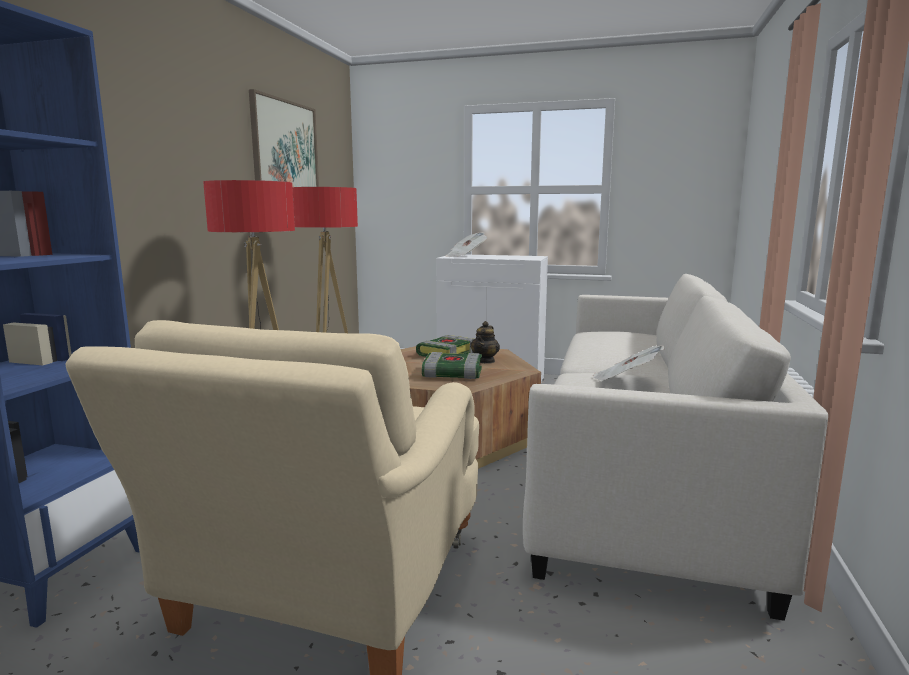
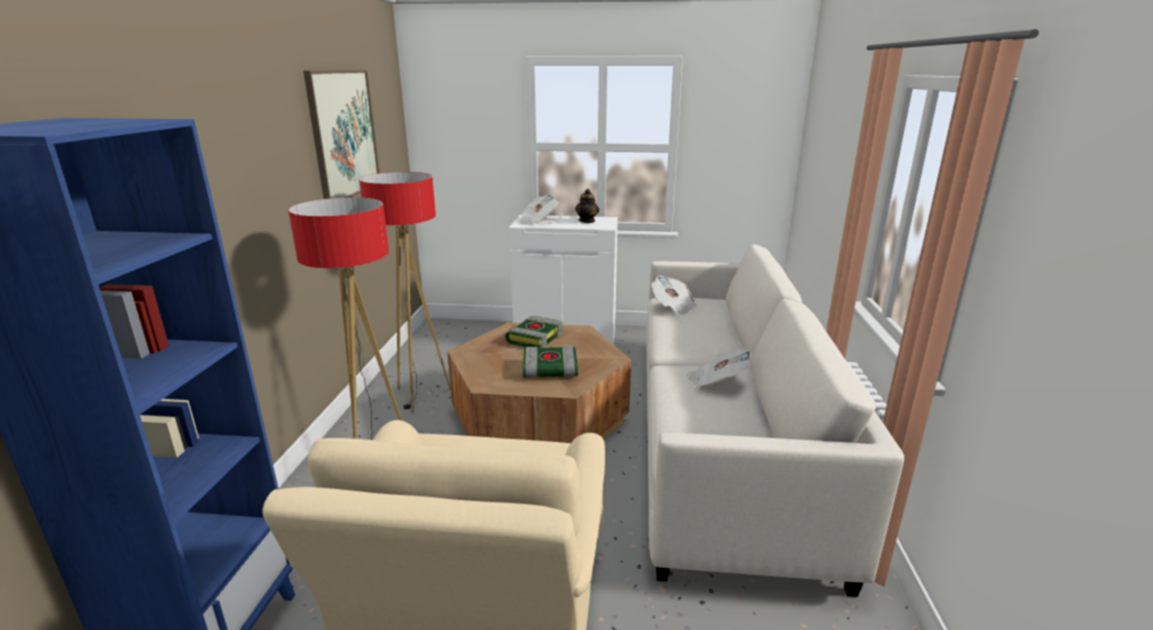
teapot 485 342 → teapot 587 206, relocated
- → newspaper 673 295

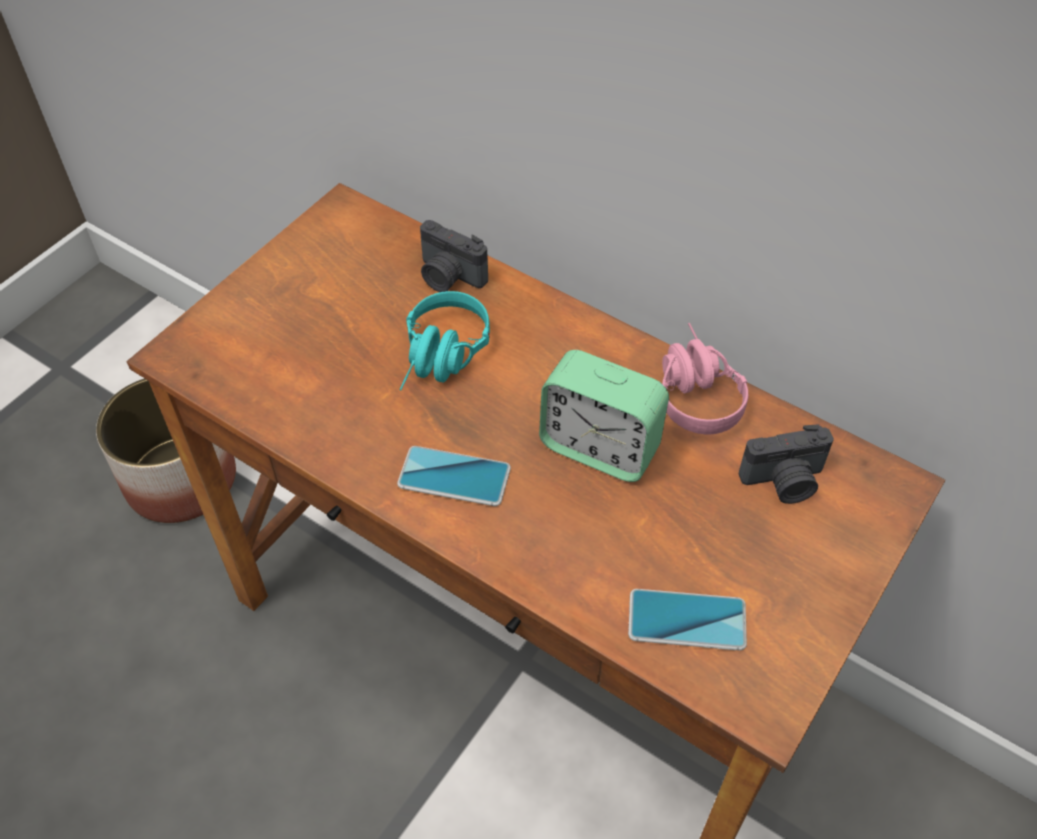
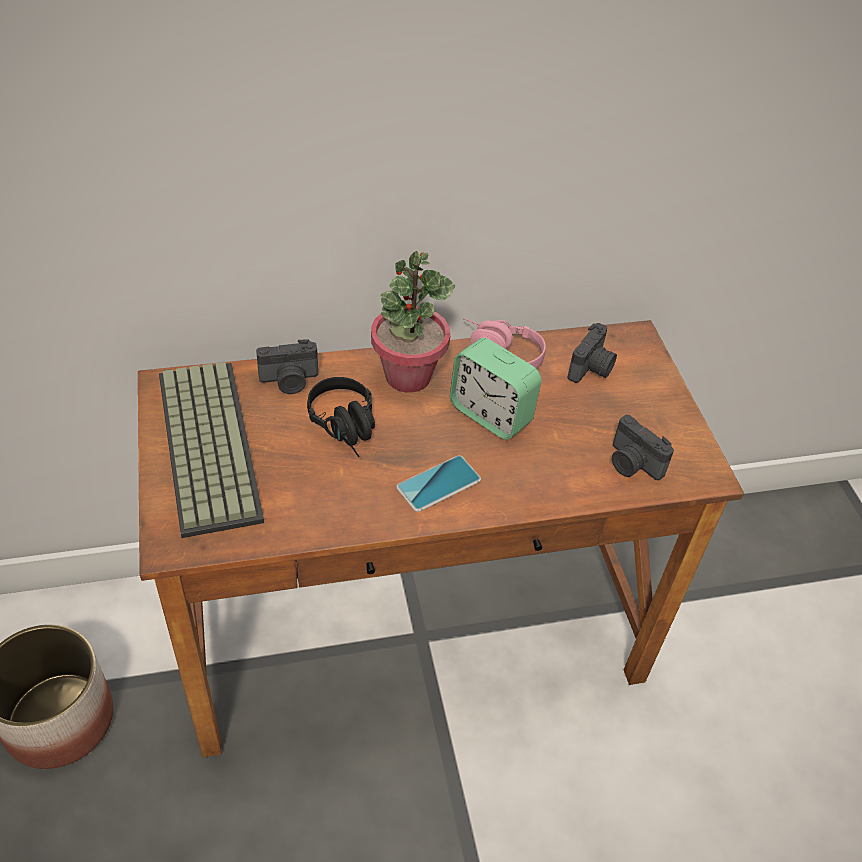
turquoise_headphones 444 341 → black_headphones 341 417
alarm_clock 604 416 → alarm_clock 496 389, 60 degrees clockwise
phone 687 619 → photo_camera 643 447
- → keyboard 211 450
- → potted_plant 413 321

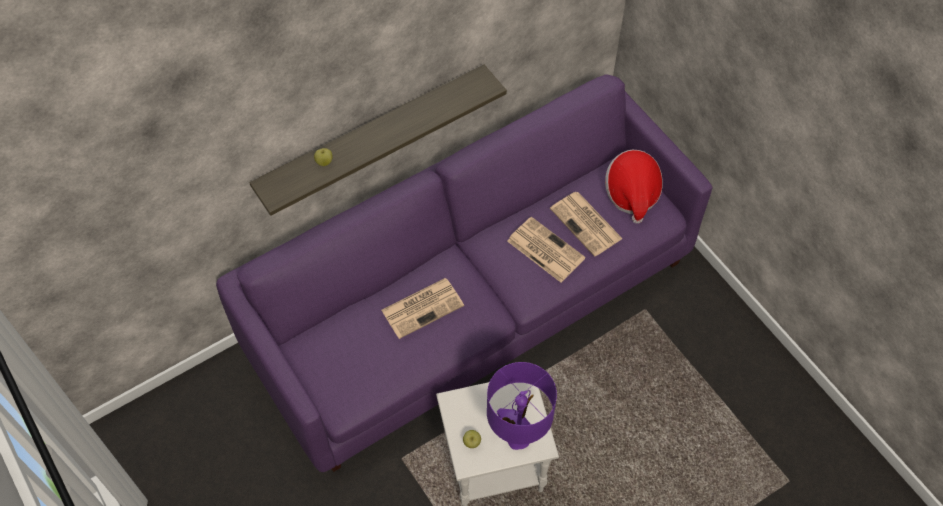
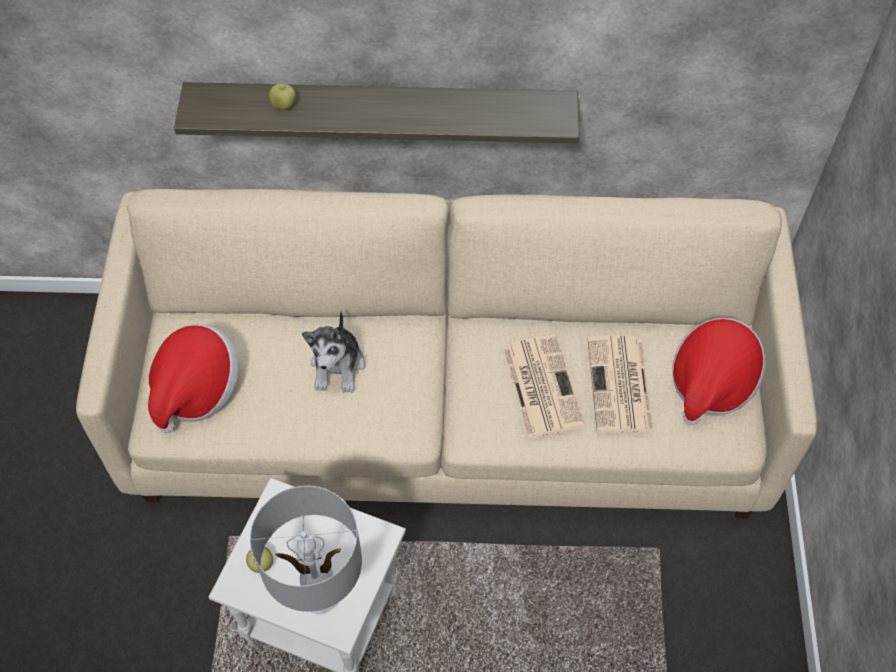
purple_sofa 464 273 → beige_sofa 446 353
newspaper 422 308 → plush_toy 333 352
purple_table_lamp 522 406 → grey_table_lamp 306 550
- → hat 193 378

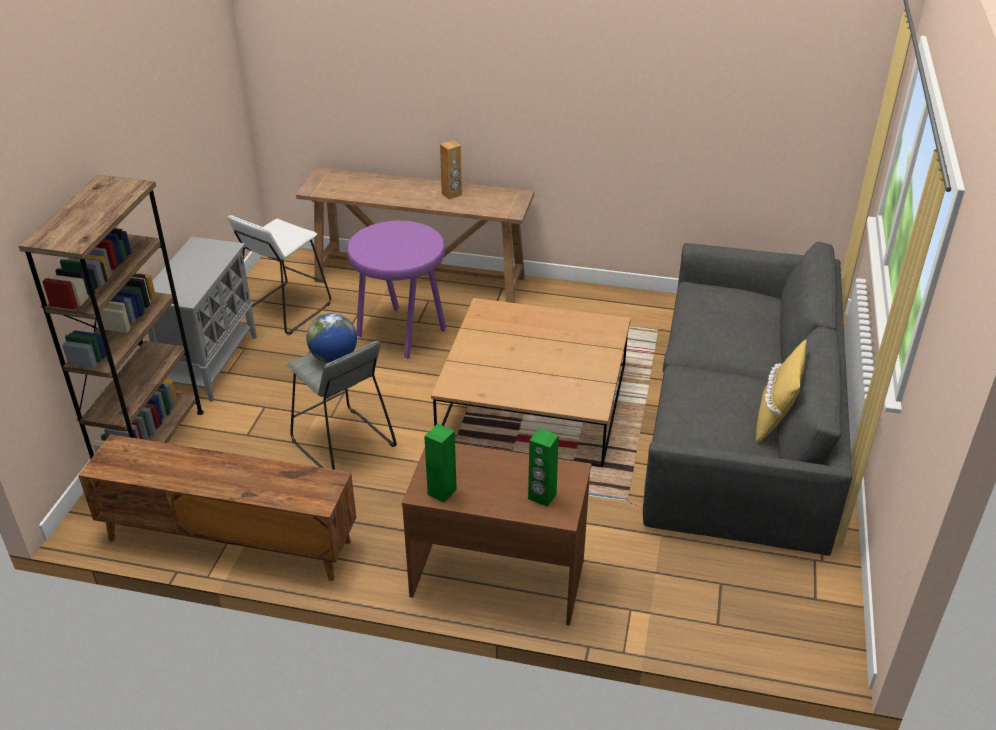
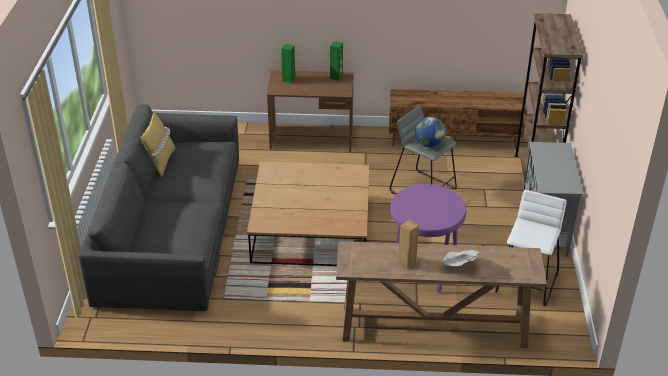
- → newspaper 459 258

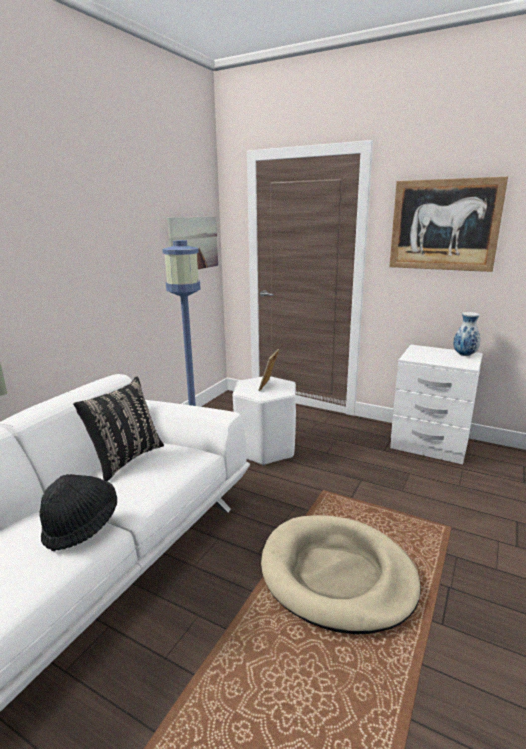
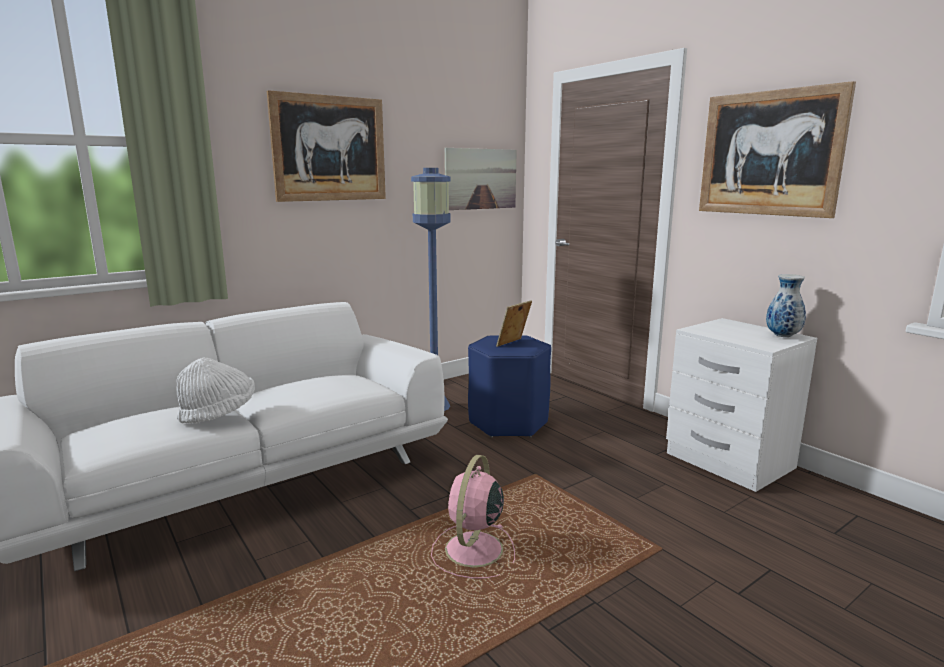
black_hat 78 512 → white_hat 215 390
black_pillow 118 429 → -
white_stool 264 421 → blue_stool 509 386
beige_dog_bed 341 575 → pink_fan 473 516
- → picture 326 146

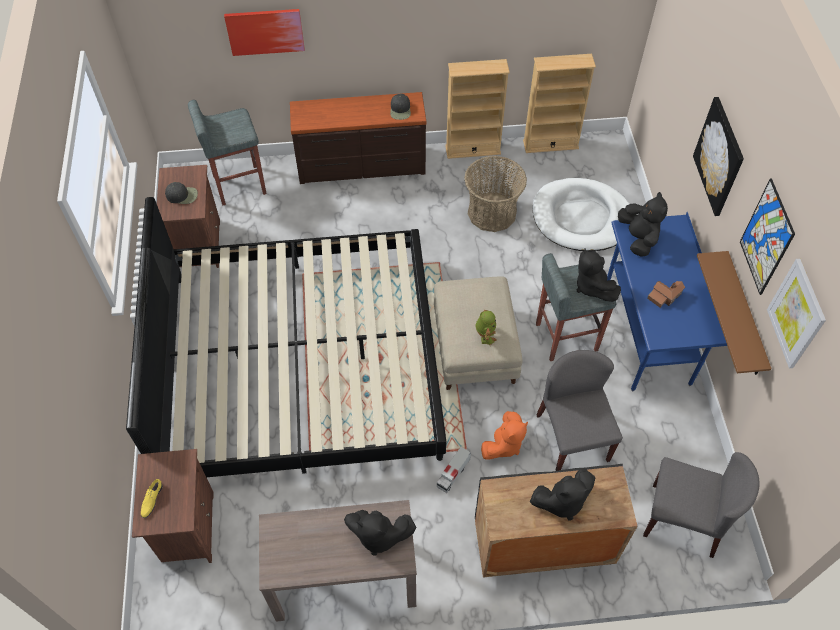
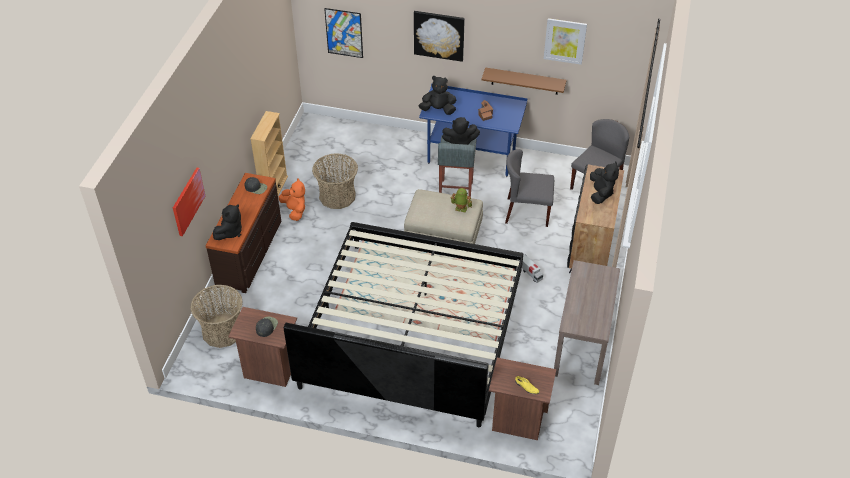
grey_stool 227 153 → basket 216 316
black_plush_toy 380 533 → black_plush_toy 227 222, relocated
orange_plush_toy 504 435 → orange_plush_toy 292 200, relocated
beige_bookcase 559 103 → -
white_dog_bed 581 214 → -
picture 767 236 → picture 343 33, relocated

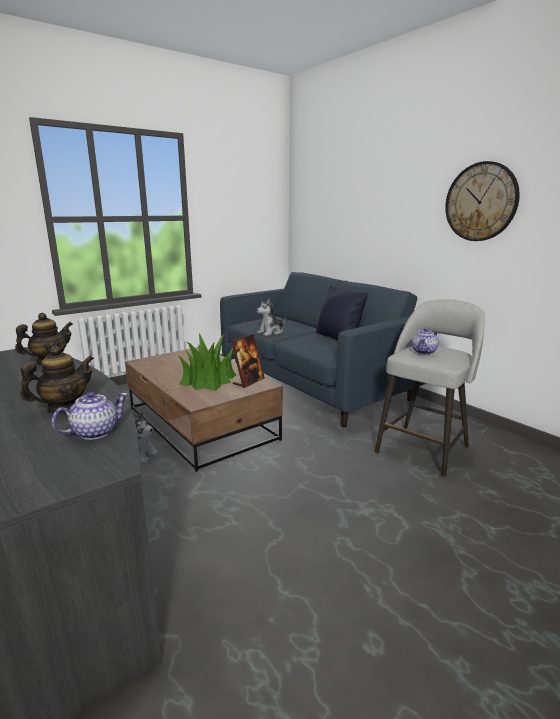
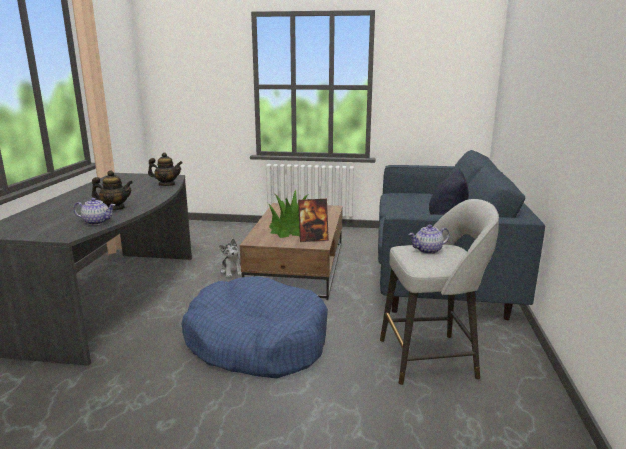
plush_toy 271 317 → -
wall_clock 482 201 → -
- → blue_dog_bed 255 327

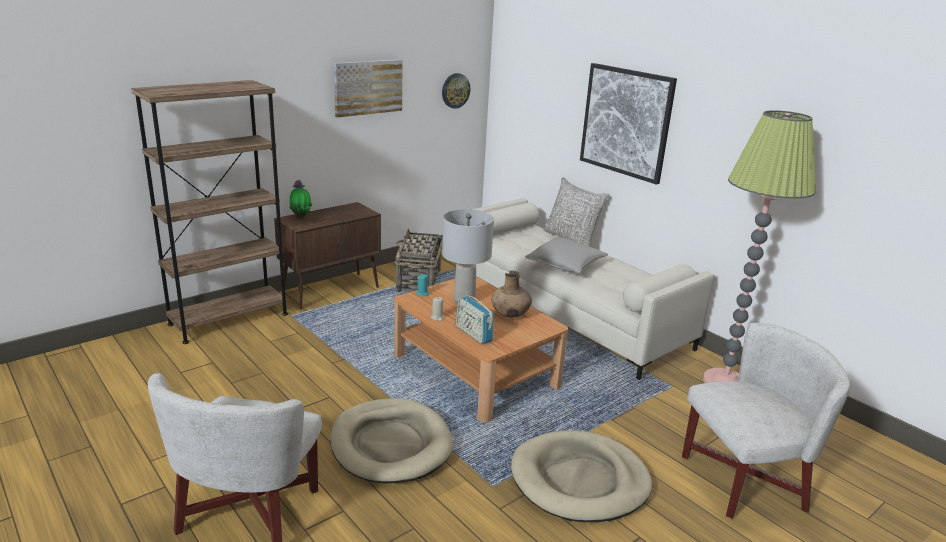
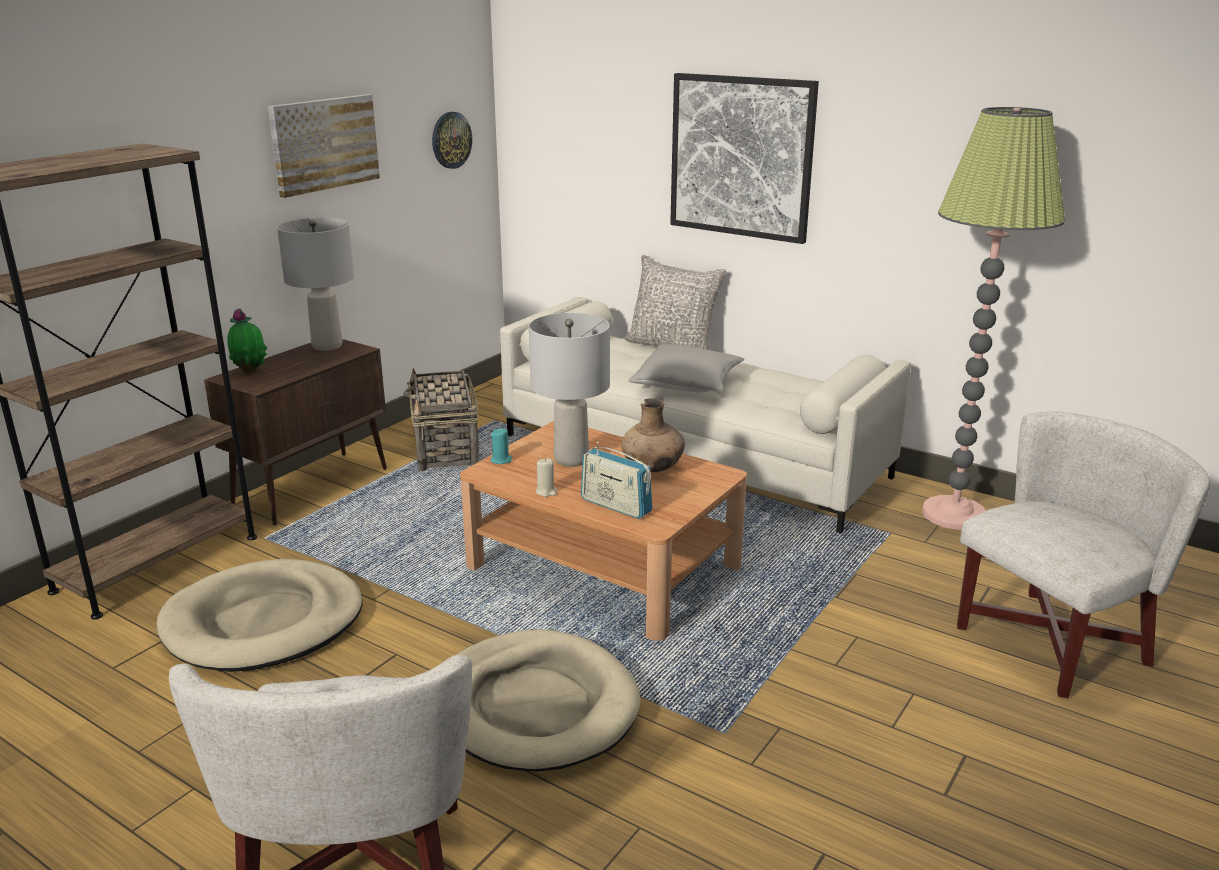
beige_dog_bed 581 476 → beige_dog_bed 259 615, relocated
- → grey_table_lamp 315 284

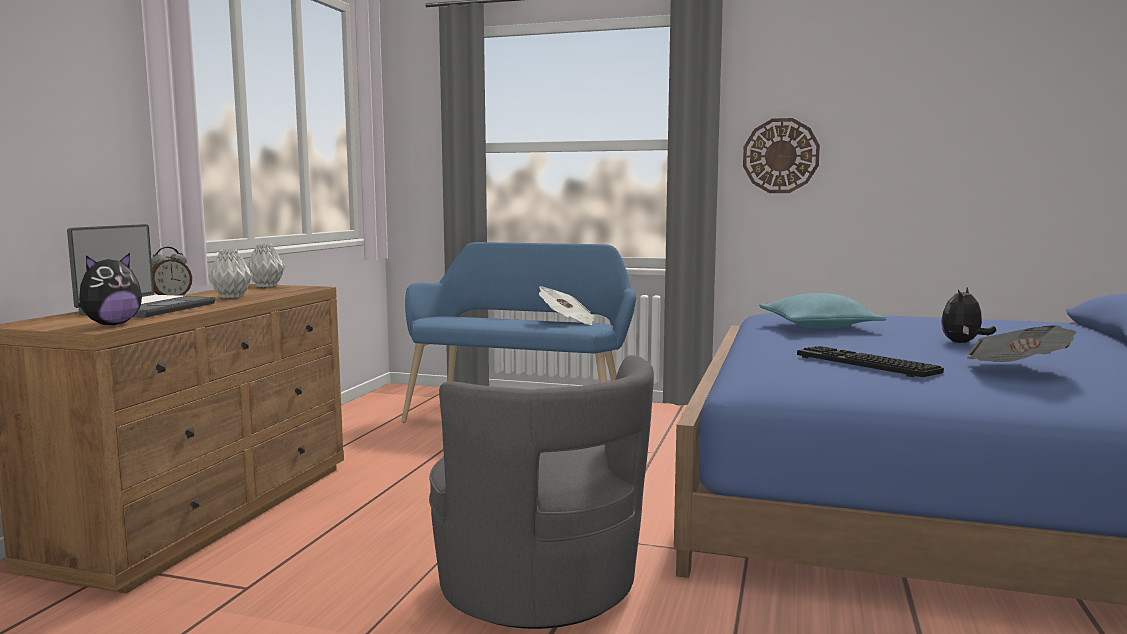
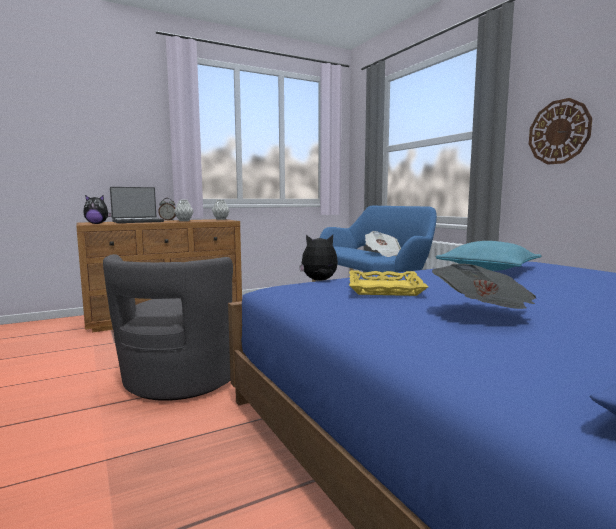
keyboard 870 361 → yellow_tray 388 283
plush_toy 968 315 → plush_toy 318 258, relocated

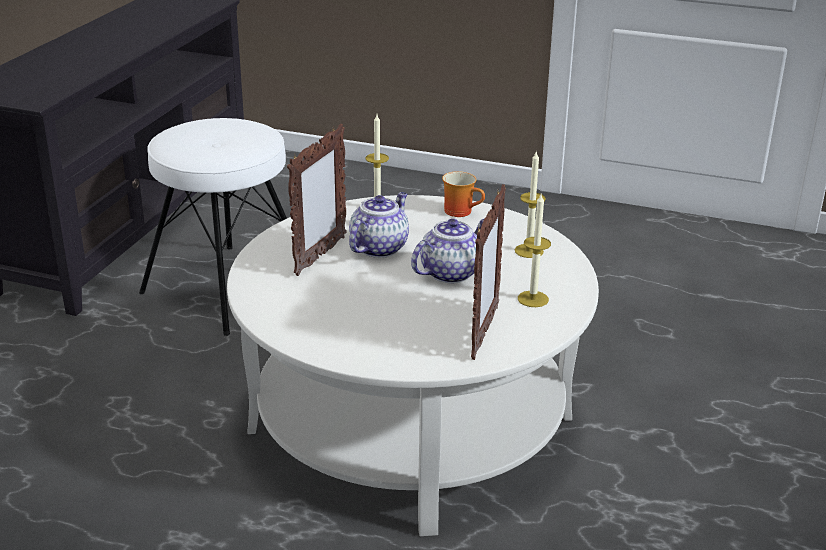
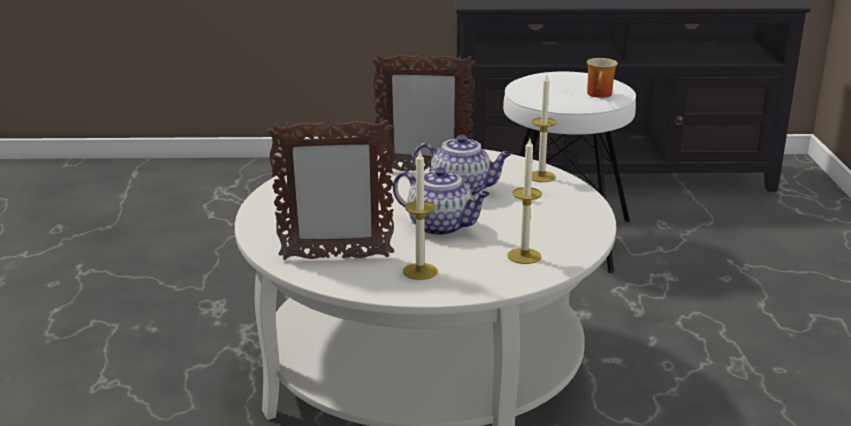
mug 463 194 → mug 602 78, relocated

